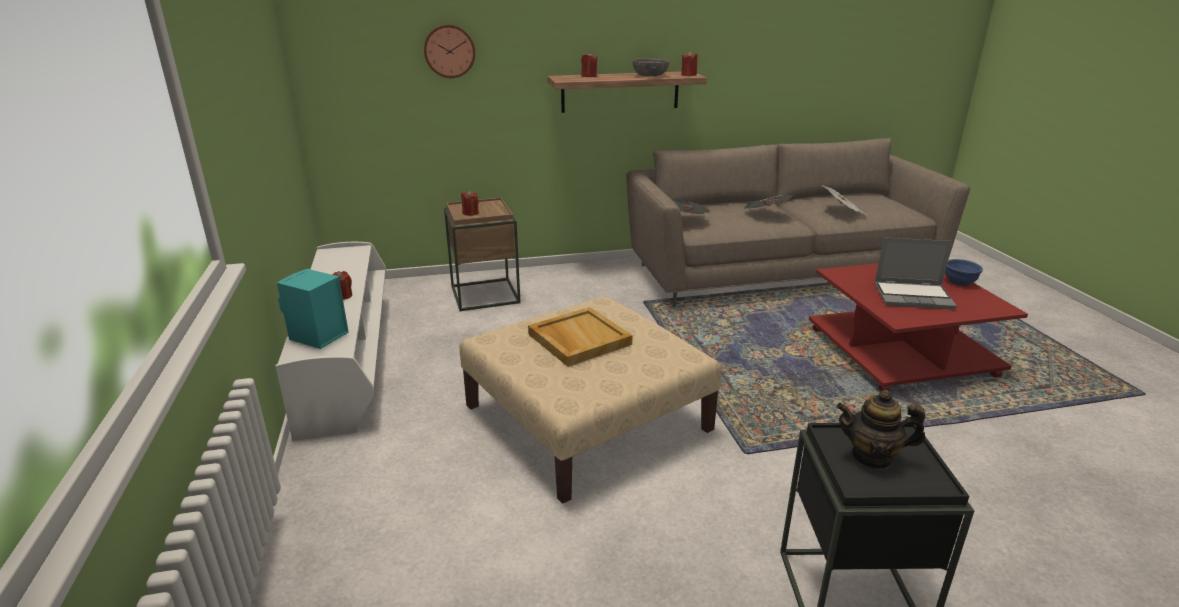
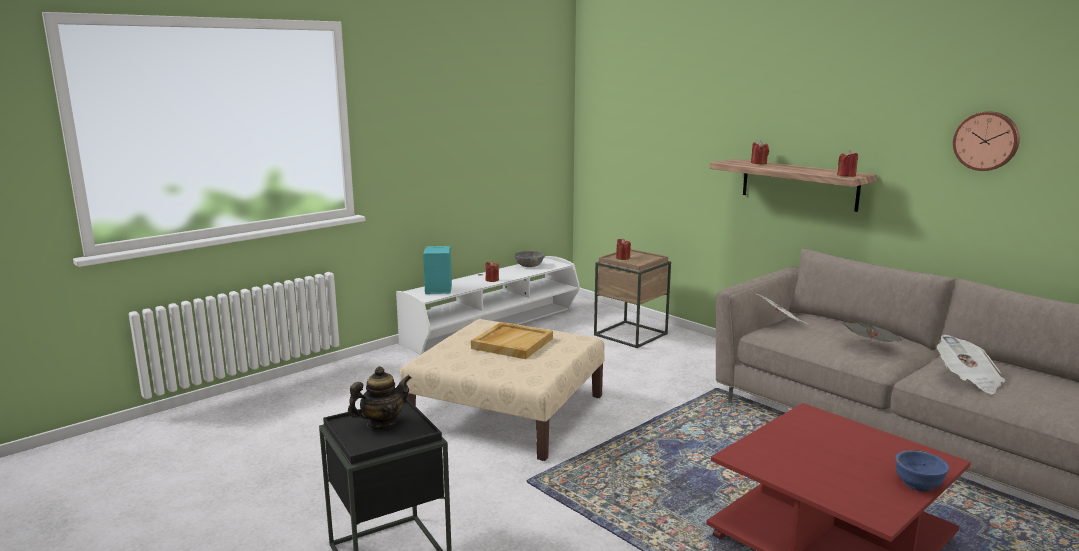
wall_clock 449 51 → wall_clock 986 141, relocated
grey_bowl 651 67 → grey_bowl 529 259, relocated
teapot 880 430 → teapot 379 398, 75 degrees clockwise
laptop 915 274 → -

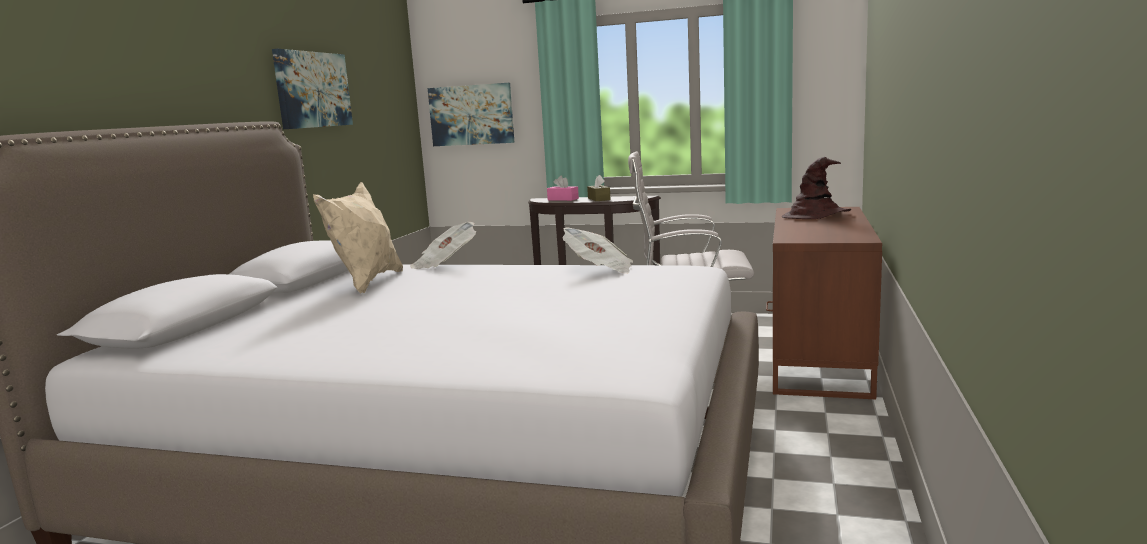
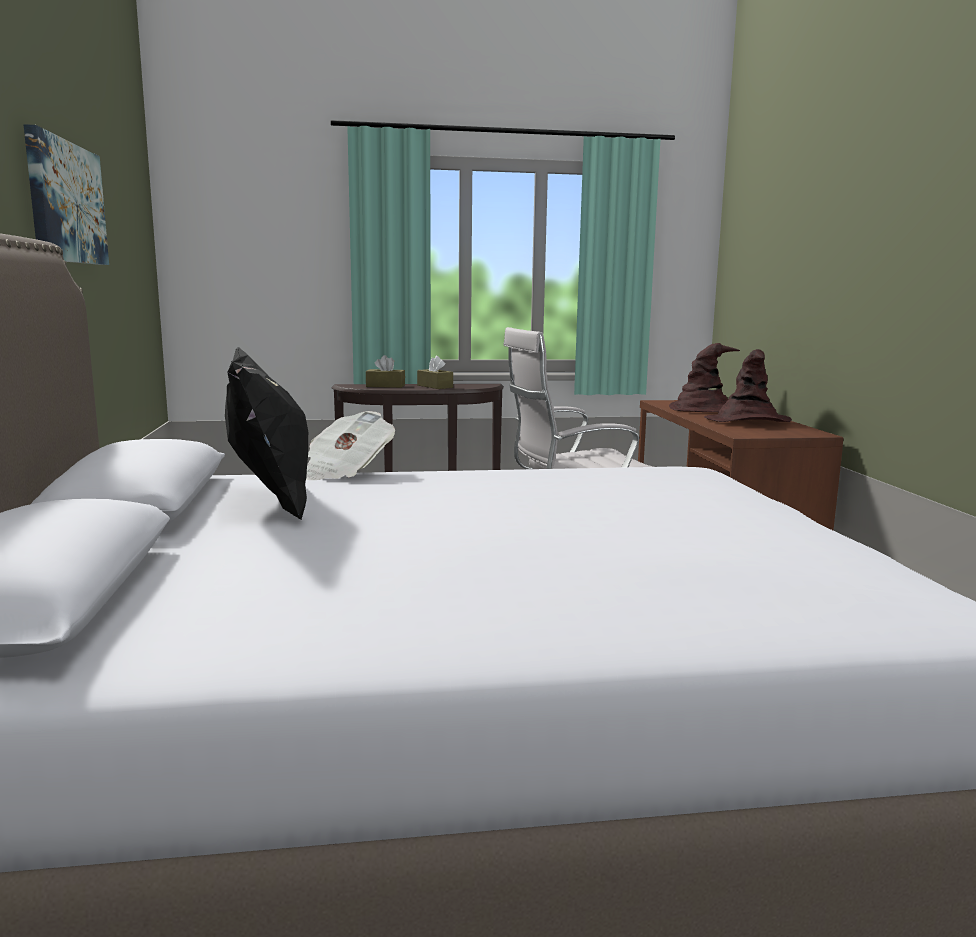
beige_pillow 358 237 → black_pillow 266 433
picture 471 114 → -
pink_tissue_box 563 188 → brown_tissue_box 385 371
newspaper 597 251 → -
- → brown_hat 748 385

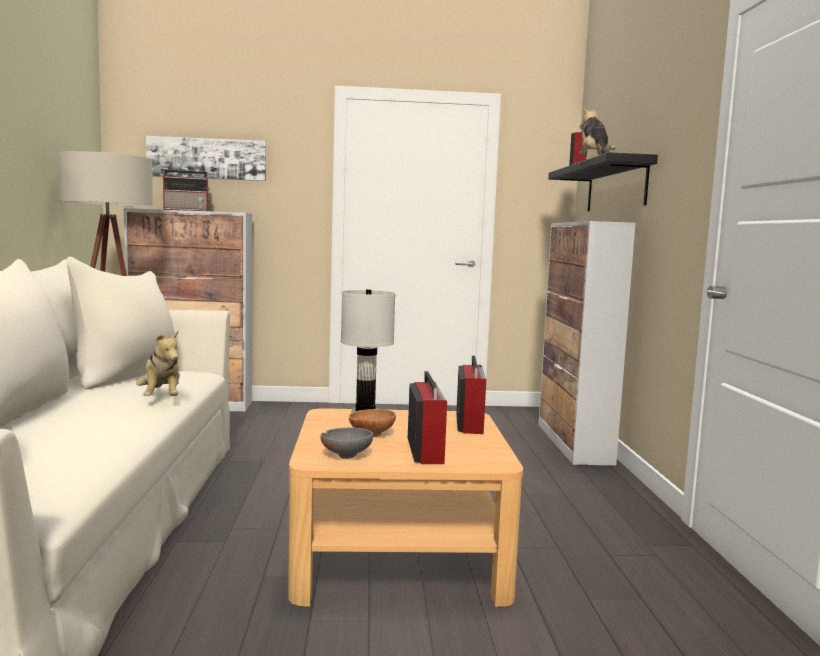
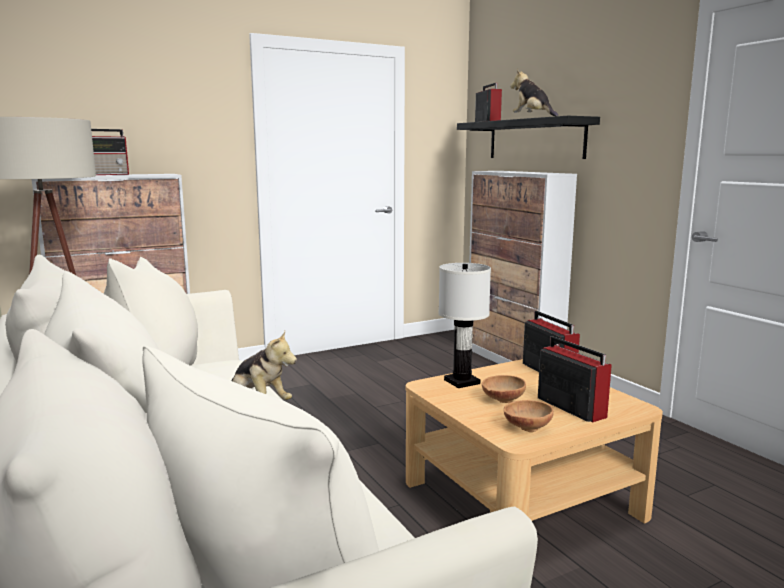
picture 206 158 → -
grey_bowl 346 443 → brown_bowl 529 416

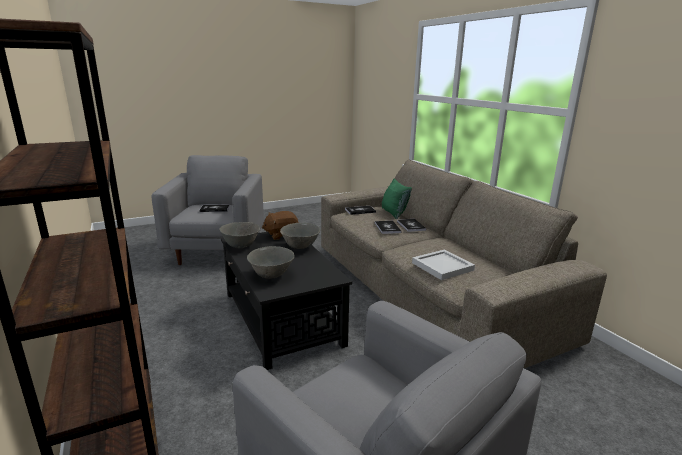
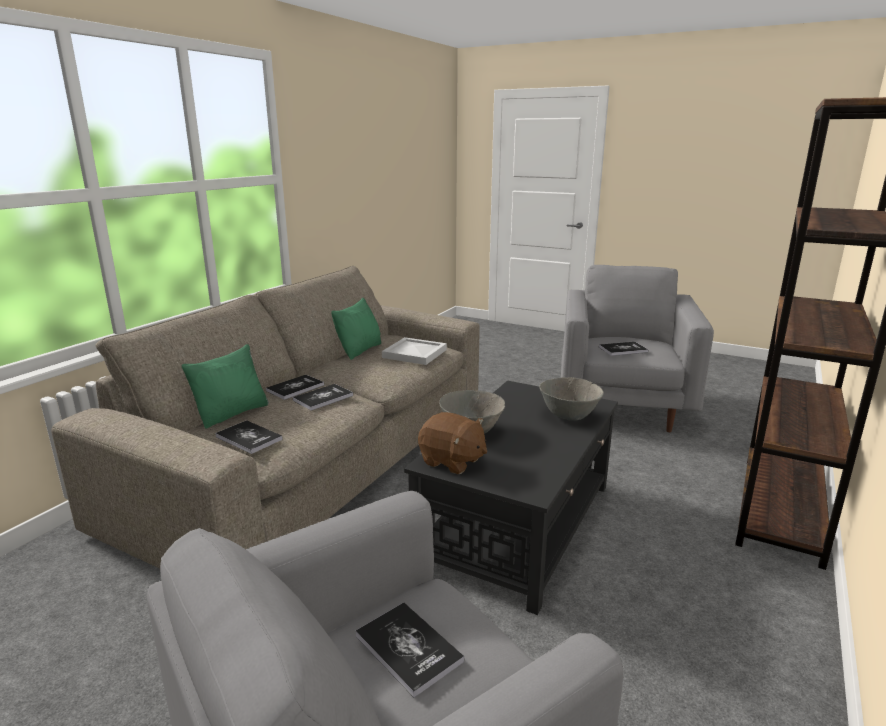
grey_bowl 239 235 → -
- → green_pillow 356 329
- → book 623 349

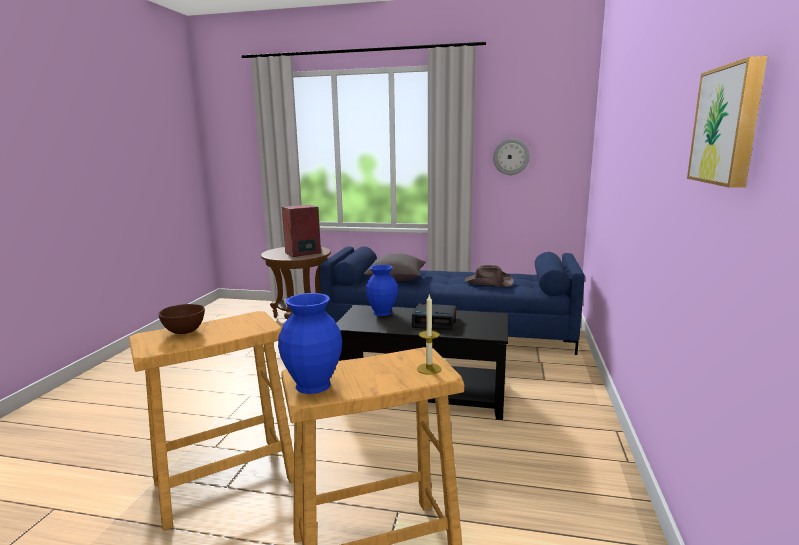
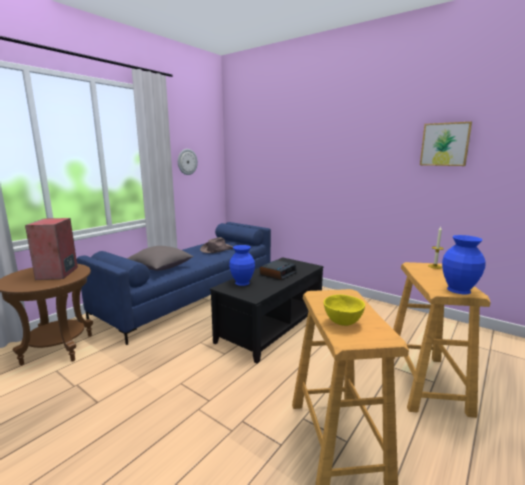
brown_bowl 181 319 → yellow_bowl 344 310

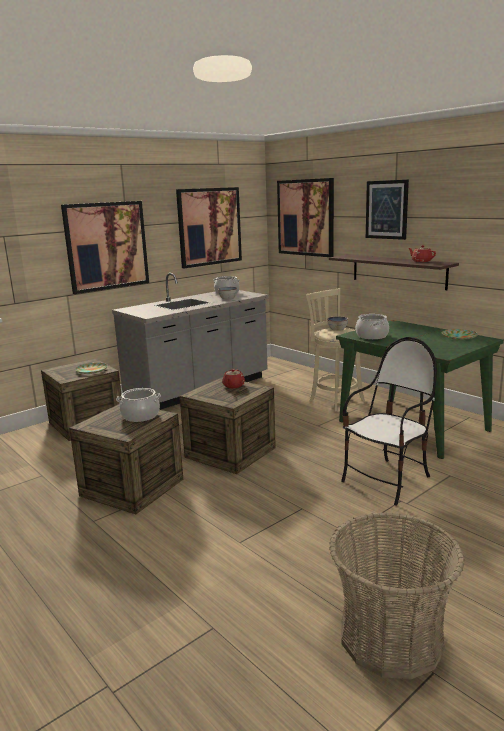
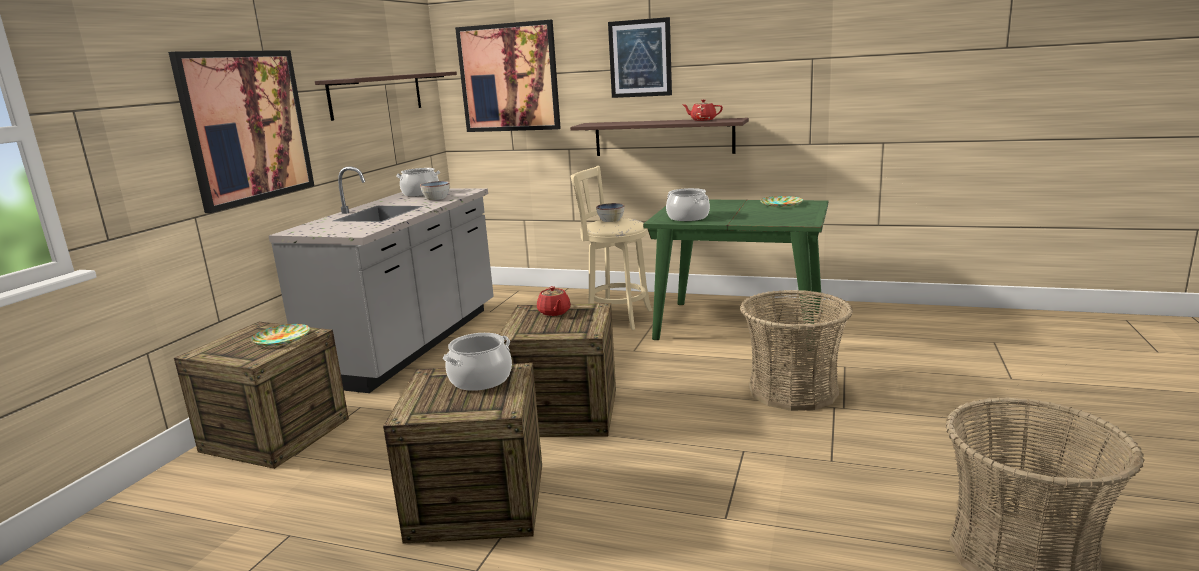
picture 209 227 → shelf 386 96
chair 389 421 → basket 796 350

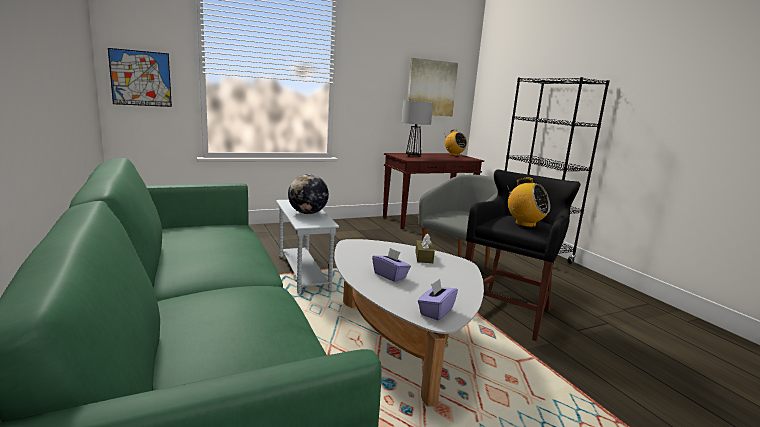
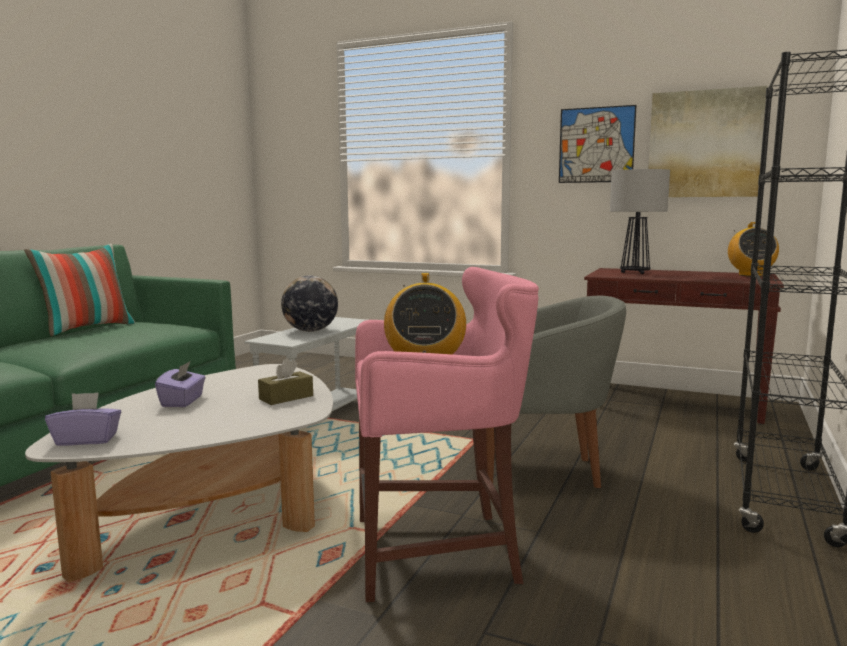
picture 140 77 → picture 598 144, relocated
black_stool 523 255 → pink_stool 447 434
- → pillow 79 290

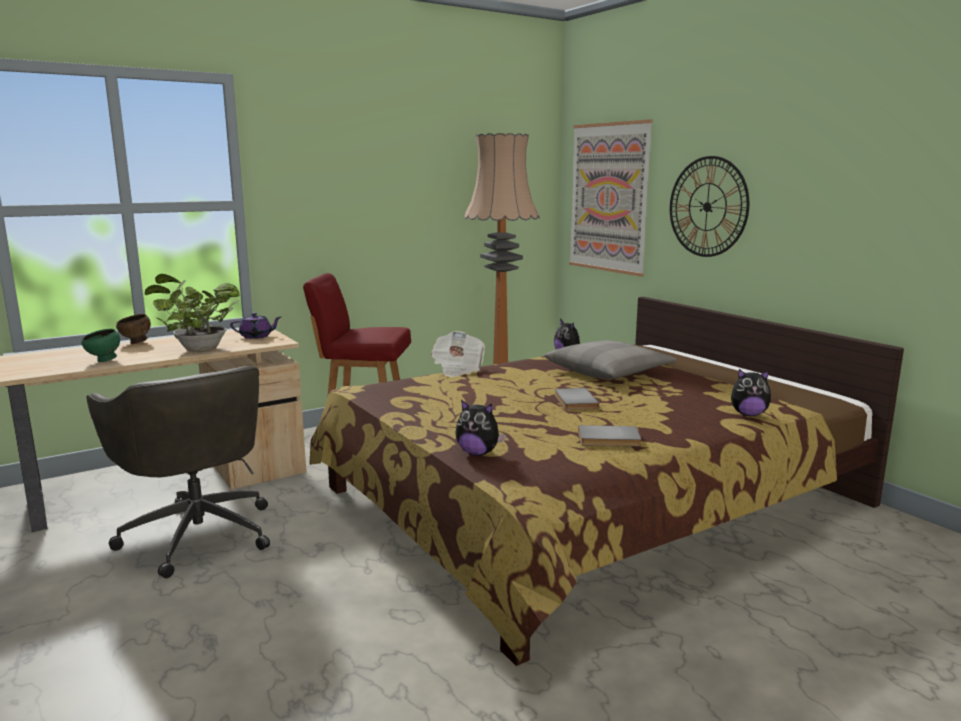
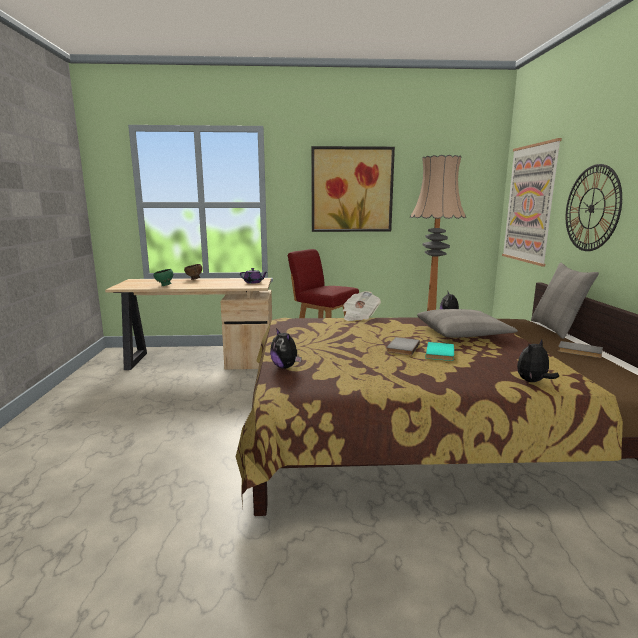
grey_office_chair 178 472 → -
potted_plant 192 313 → -
grey_book 609 436 → grey_book 580 349, relocated
plush_toy 751 392 → plush_toy 538 360, 105 degrees clockwise
- → picture 353 189
- → turquoise_book 440 351
- → grey_pillow 565 301

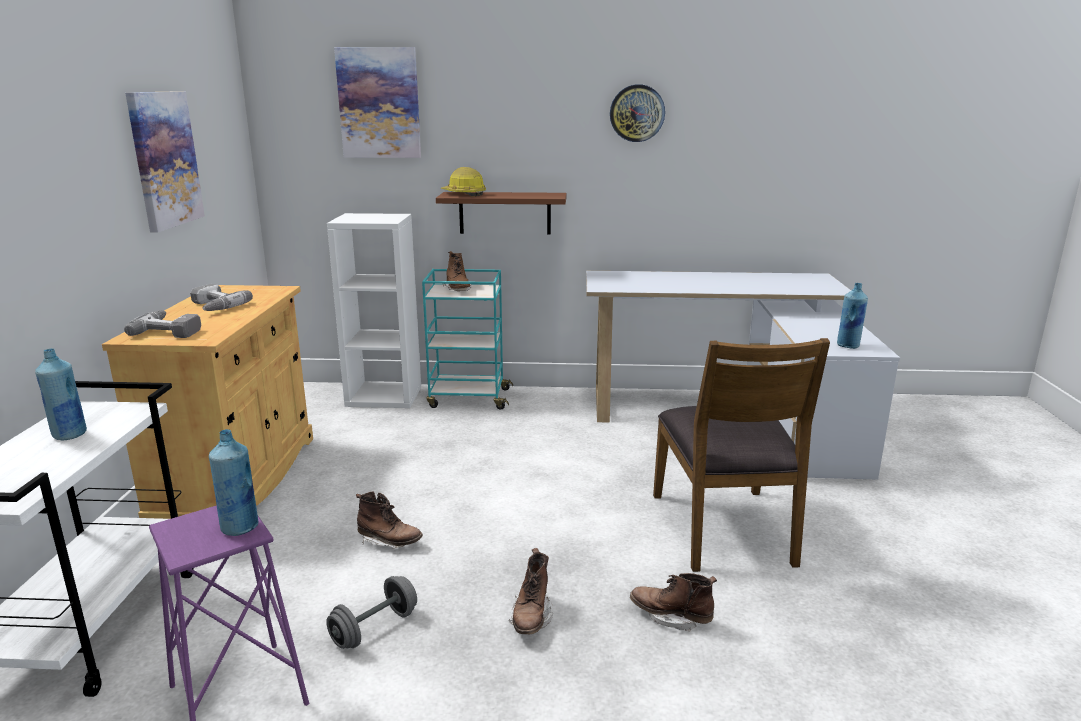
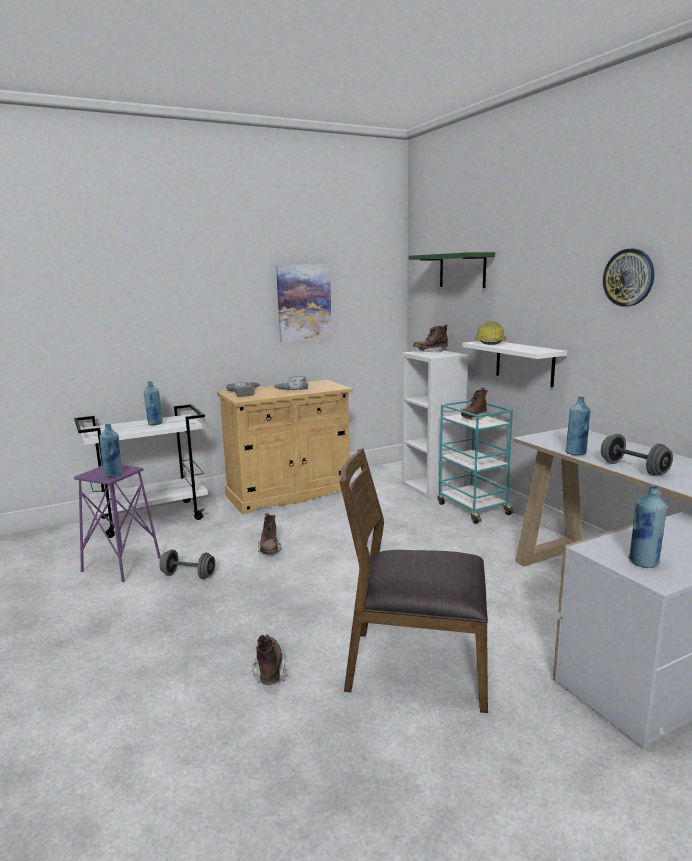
picture 377 102 → green_shelf 451 270
brown_shelf 501 213 → white_shelf 514 364
brown_boot 531 591 → brown_boot 430 338, relocated
brown_chair 741 455 → brown_chair 414 580, 45 degrees clockwise
- → blue_bottle 578 426
- → grey_dumbbell 637 455

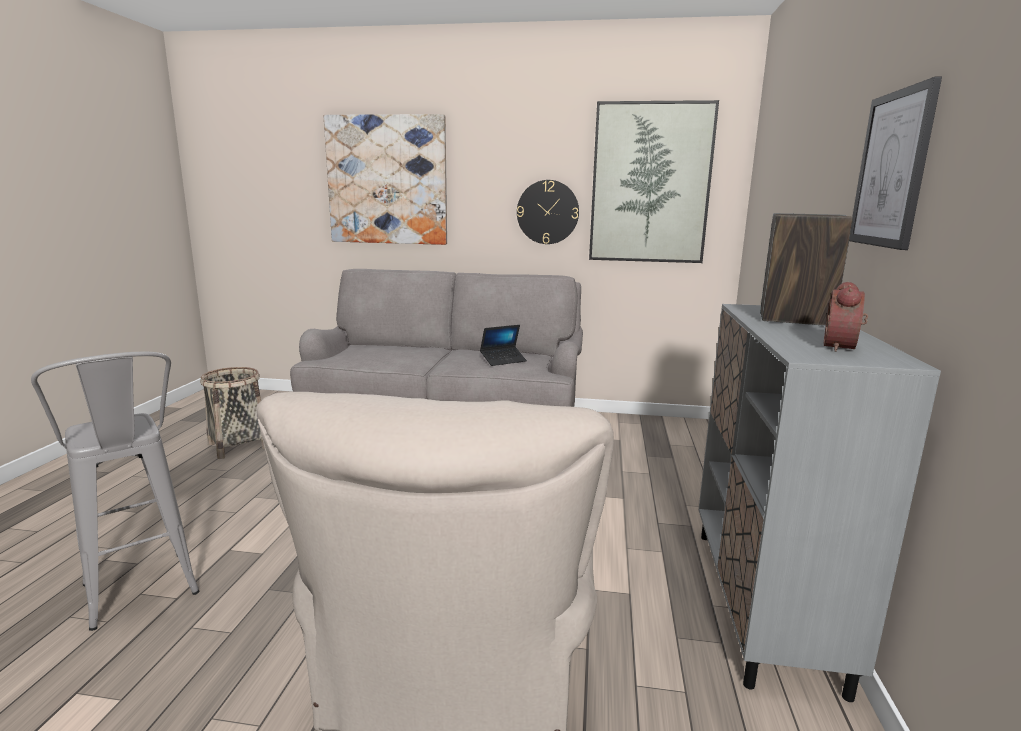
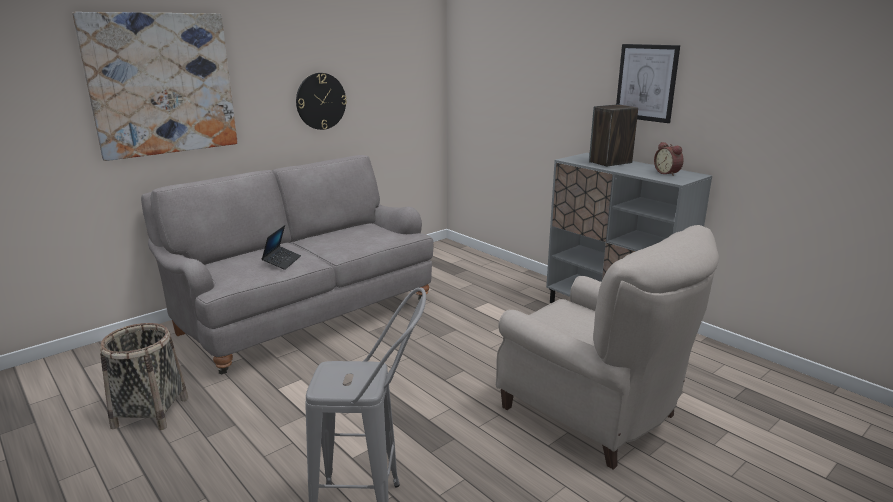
laptop 503 345 → laptop 281 247, relocated
picture 654 181 → -

